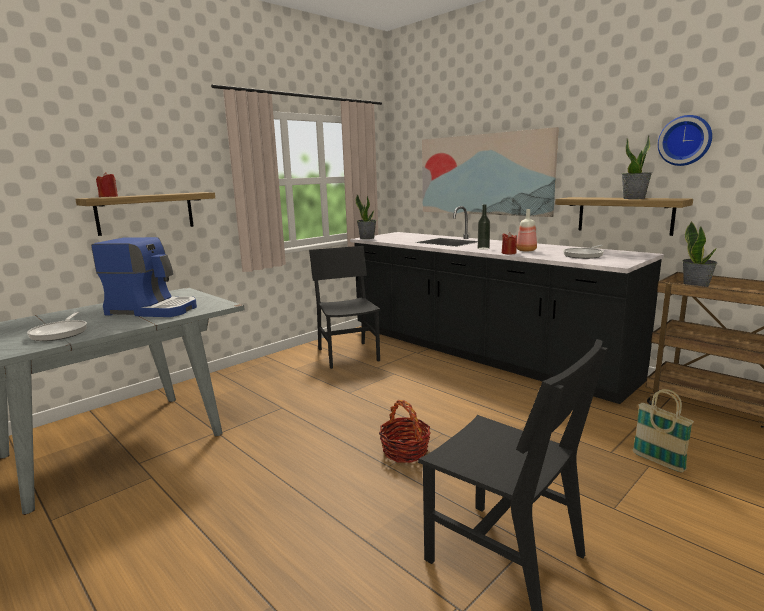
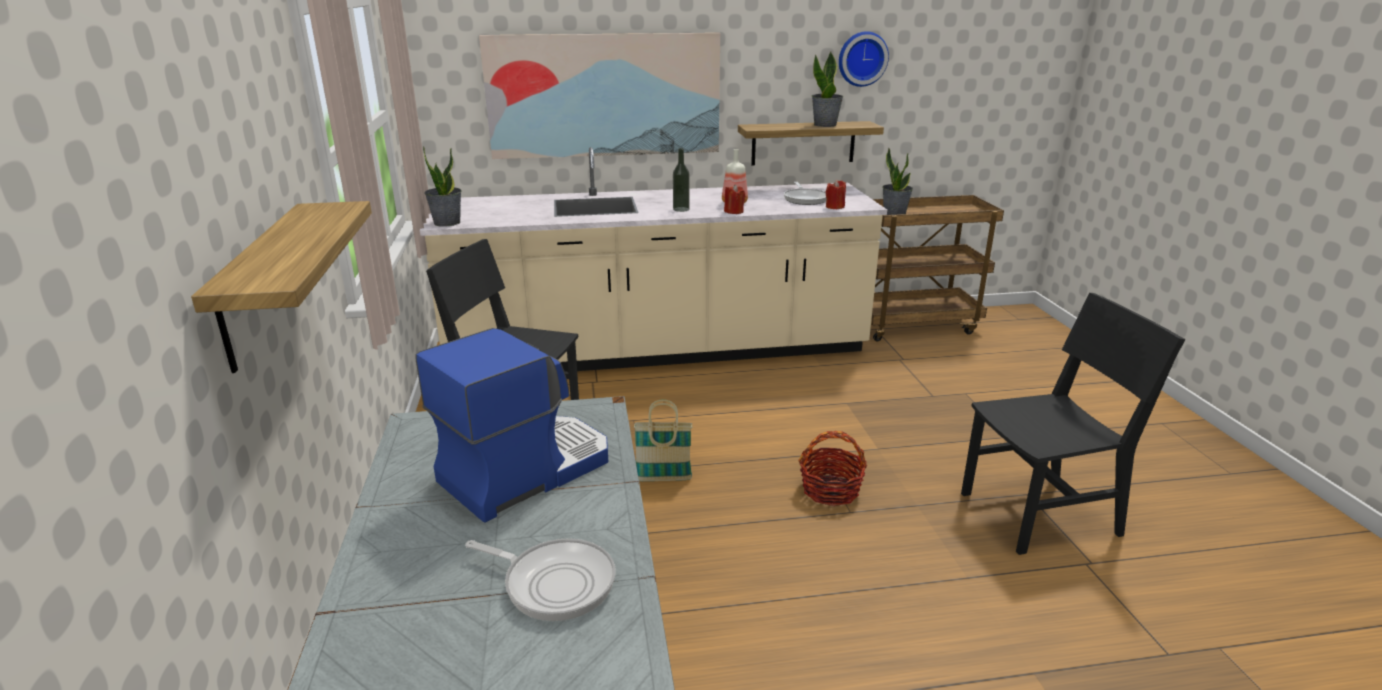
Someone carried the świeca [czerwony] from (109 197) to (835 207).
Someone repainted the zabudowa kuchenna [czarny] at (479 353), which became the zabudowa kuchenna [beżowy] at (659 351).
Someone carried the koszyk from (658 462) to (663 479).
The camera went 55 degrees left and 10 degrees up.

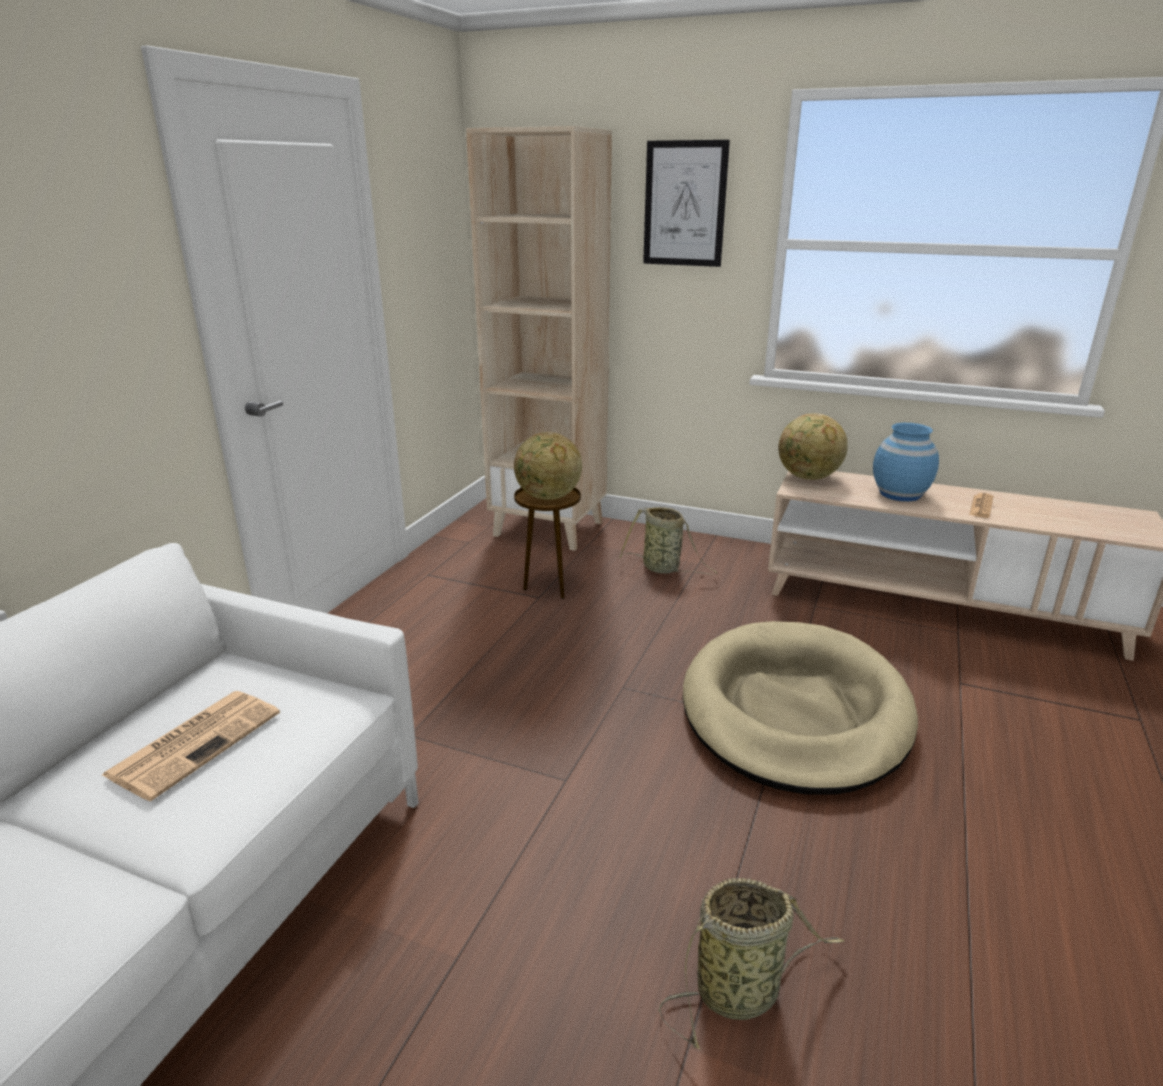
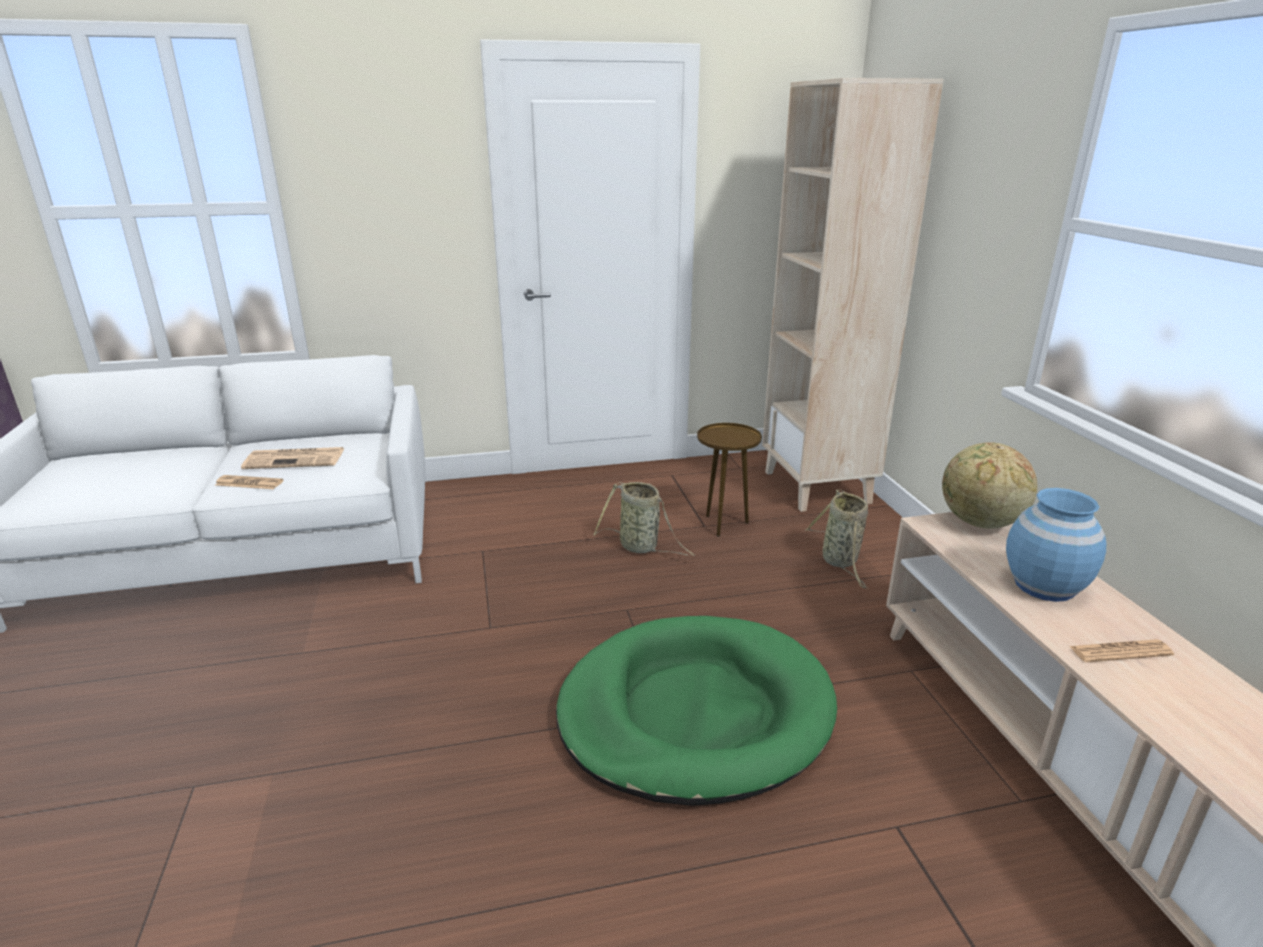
Someone took away the obraz at (684 204).
Someone took away the globus at (548 497).
Someone repainted the legowisko [beżowy] at (794 712), which became the legowisko [zielony] at (694 713).
Someone carried the koszyk from (742 991) to (641 547).
Someone put down the gazeta at (249 483).
The camera went 55 degrees right and 0 degrees up.

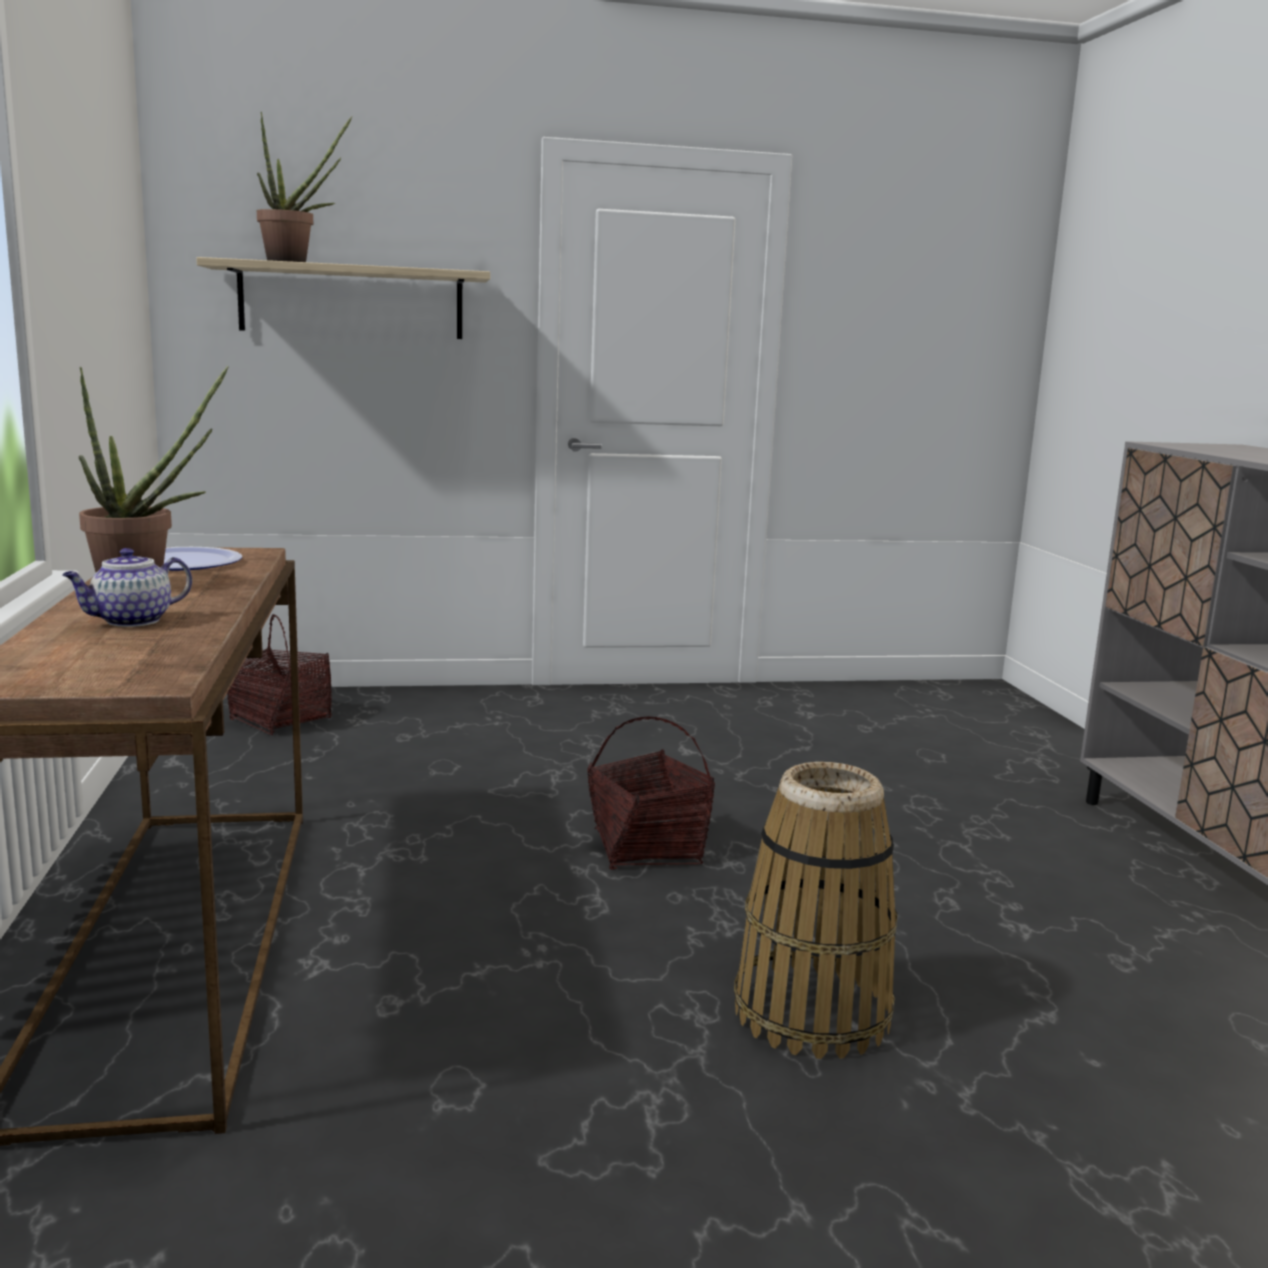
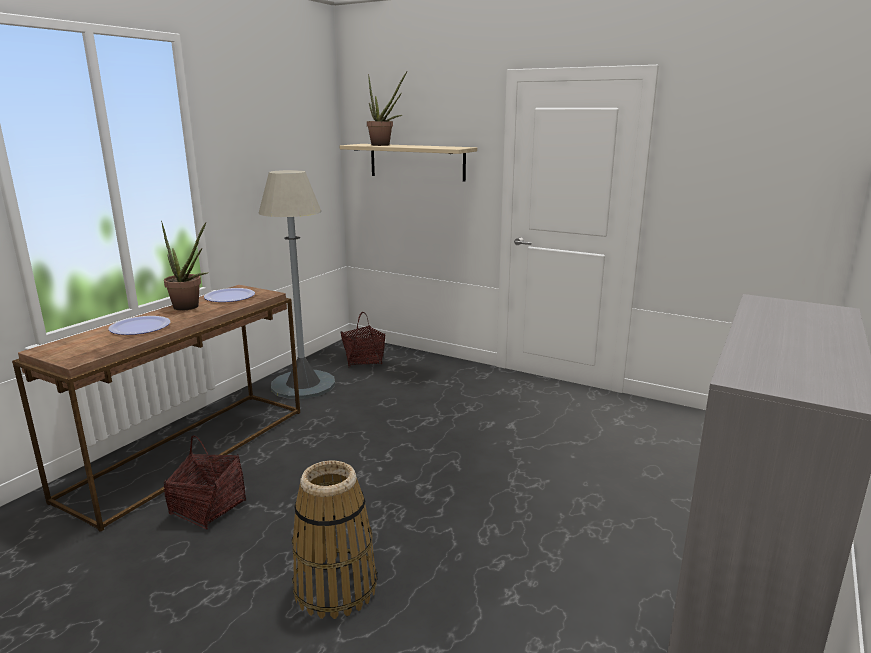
Someone swapped the imbryk at (131 621) for the talerz at (140 327).
Someone carried the koszyk from (646 848) to (208 507).
Someone put down the lampa stojąca [szary] at (303 385).
The camera went 40 degrees right and 5 degrees up.

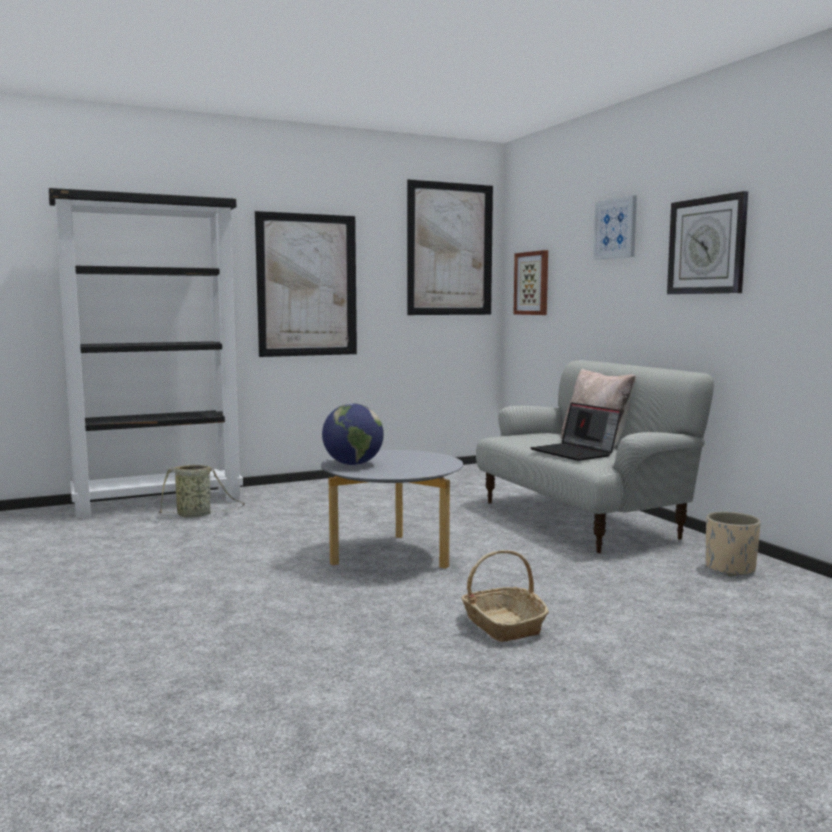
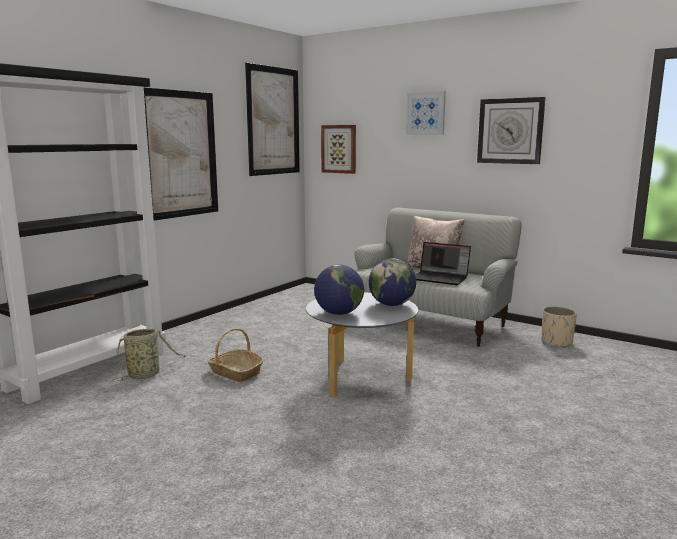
Someone carried the koszyk from (502 624) to (235 372).
Someone put down the globus at (391 304).
The camera went 30 degrees left and 5 degrees up.

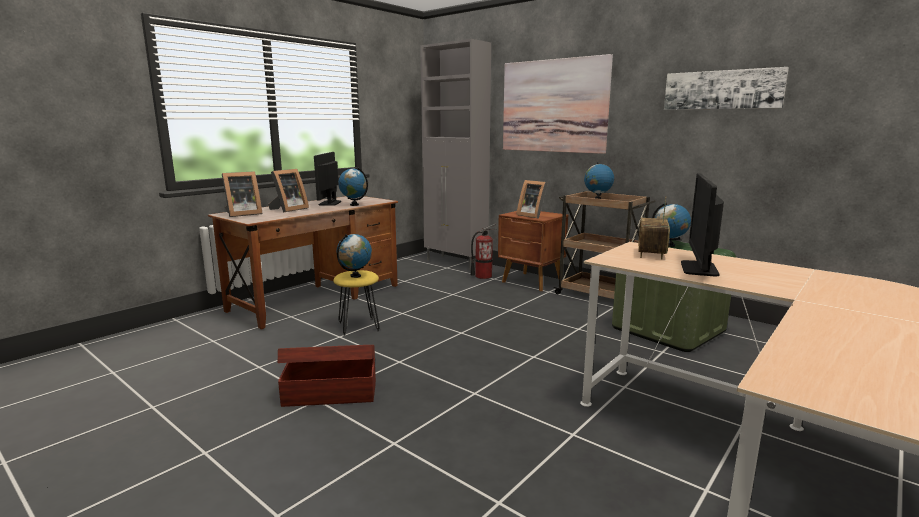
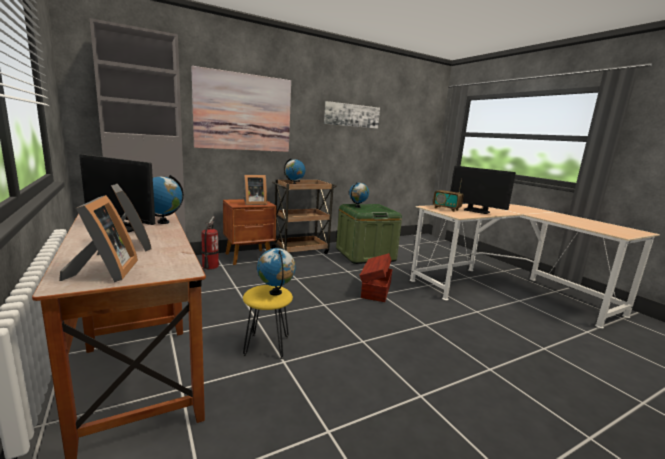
Someone carried the pojemnik do przechowywania [brązowy] from (329 393) to (375 290).
The camera went 70 degrees left and 0 degrees up.

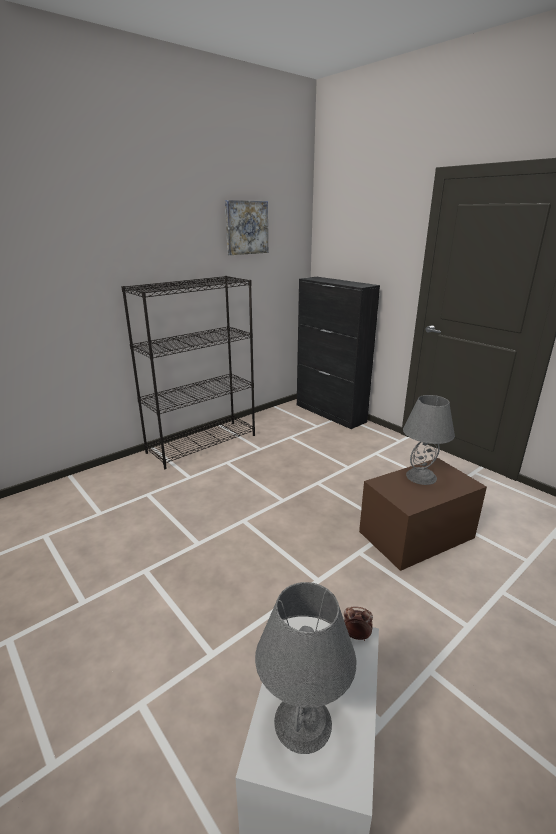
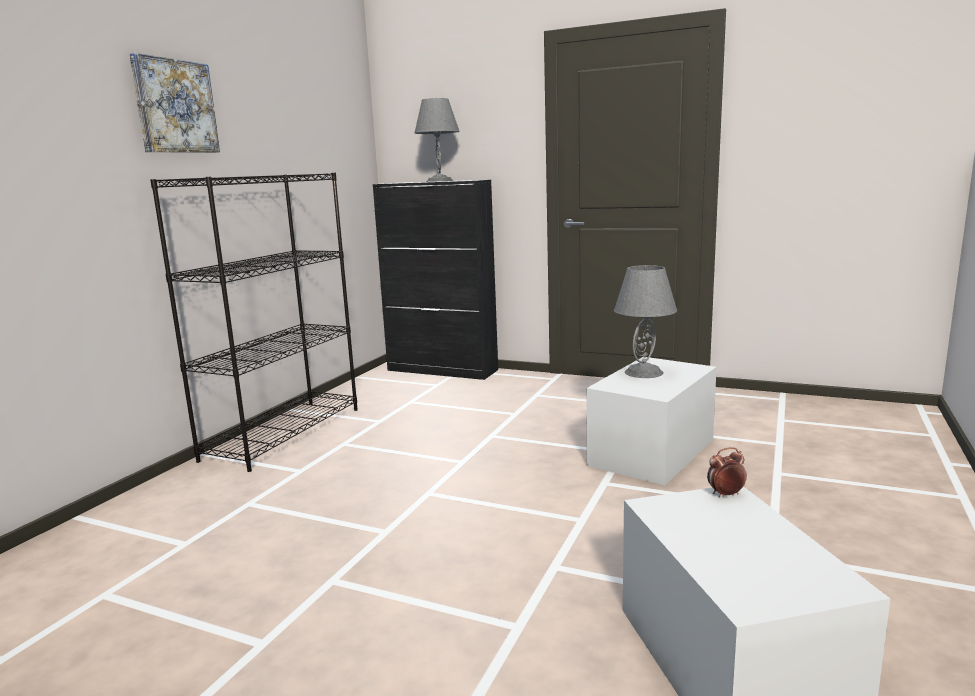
Someone carried the obraz from (246 227) to (174 106).
Someone repainted the pojemnik do przechowywania [brązowy] at (416 534), which became the pojemnik do przechowywania [biały] at (652 452).
Someone carried the lampa stołowa [szary] from (302 721) to (439 181).
The camera went 25 degrees left and 10 degrees down.

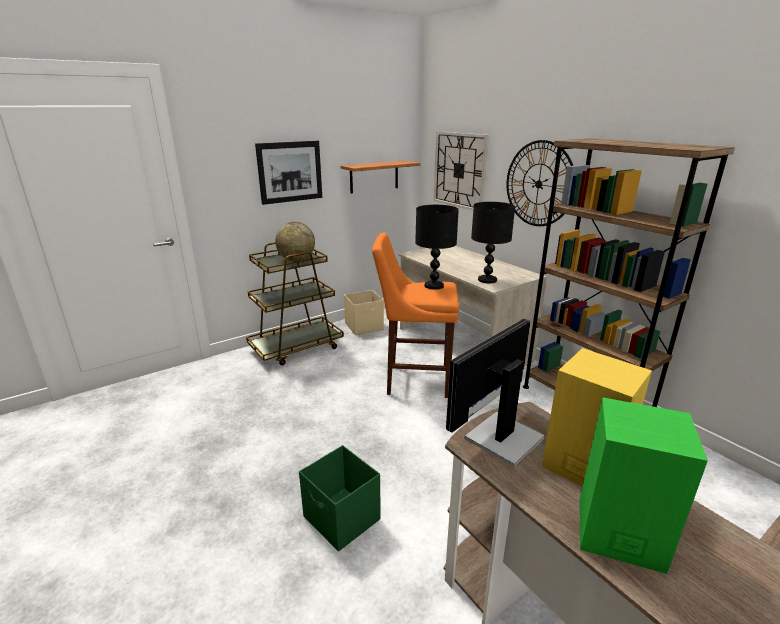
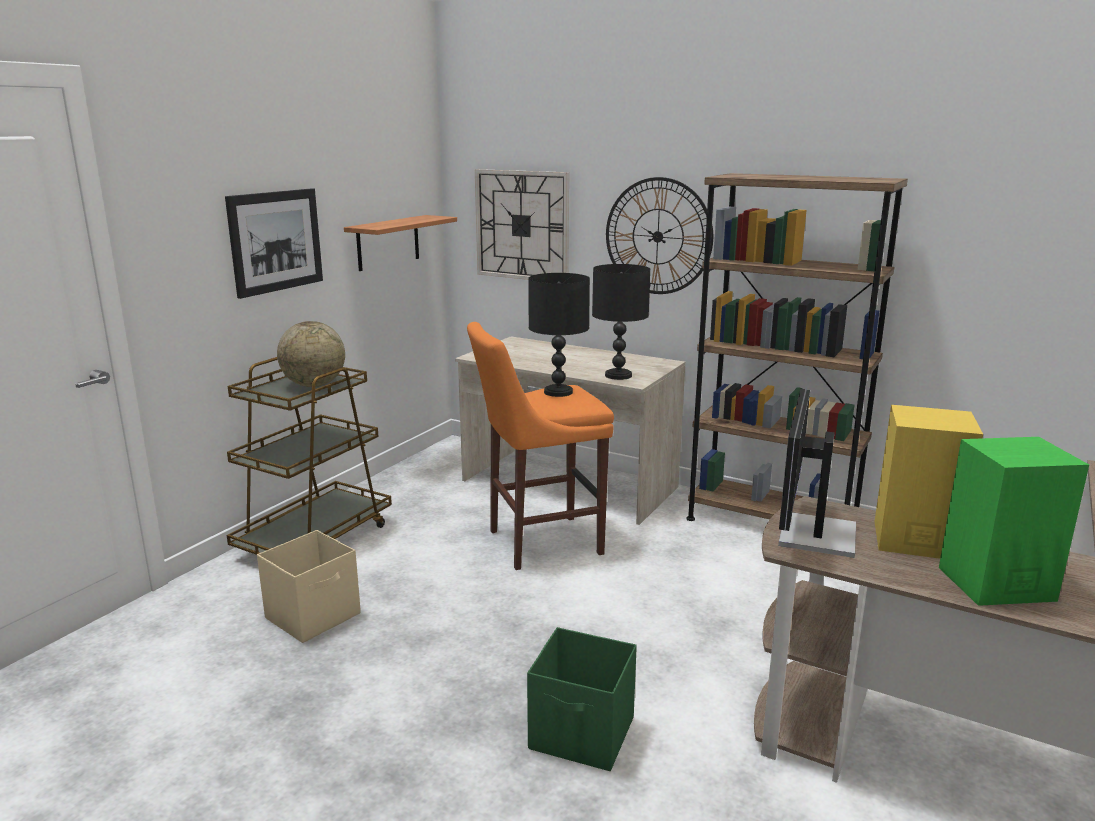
Someone carried the pojemnik do przechowywania [beżowy] from (364 326) to (314 616).
The camera went 25 degrees left and 5 degrees down.

